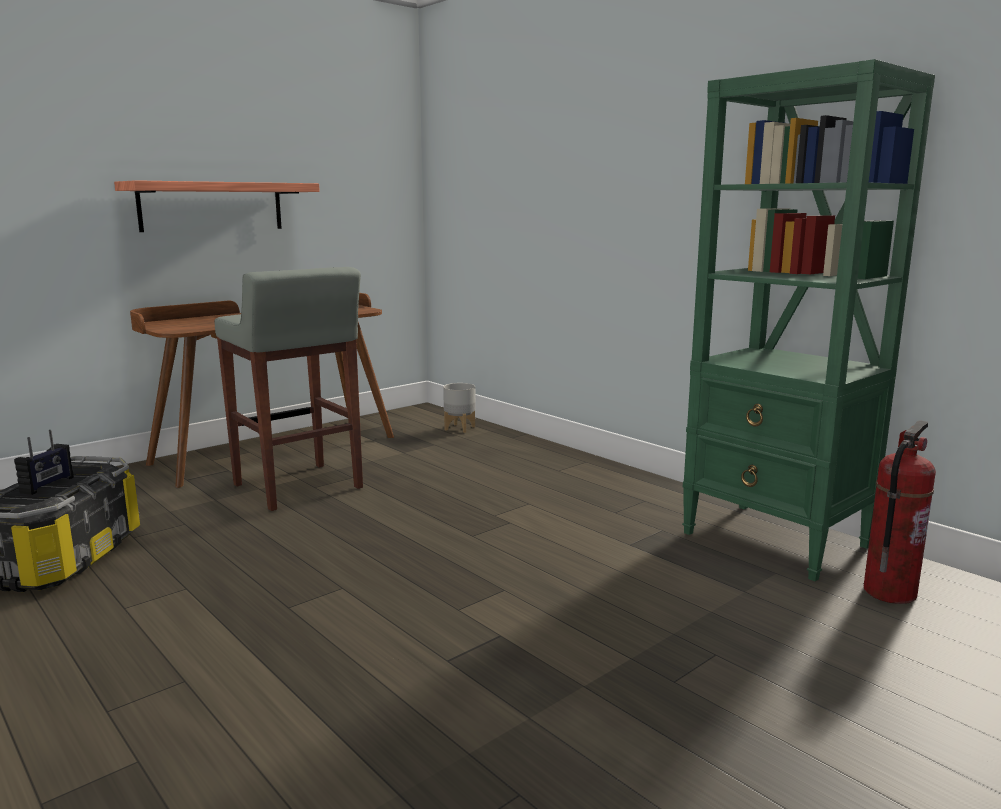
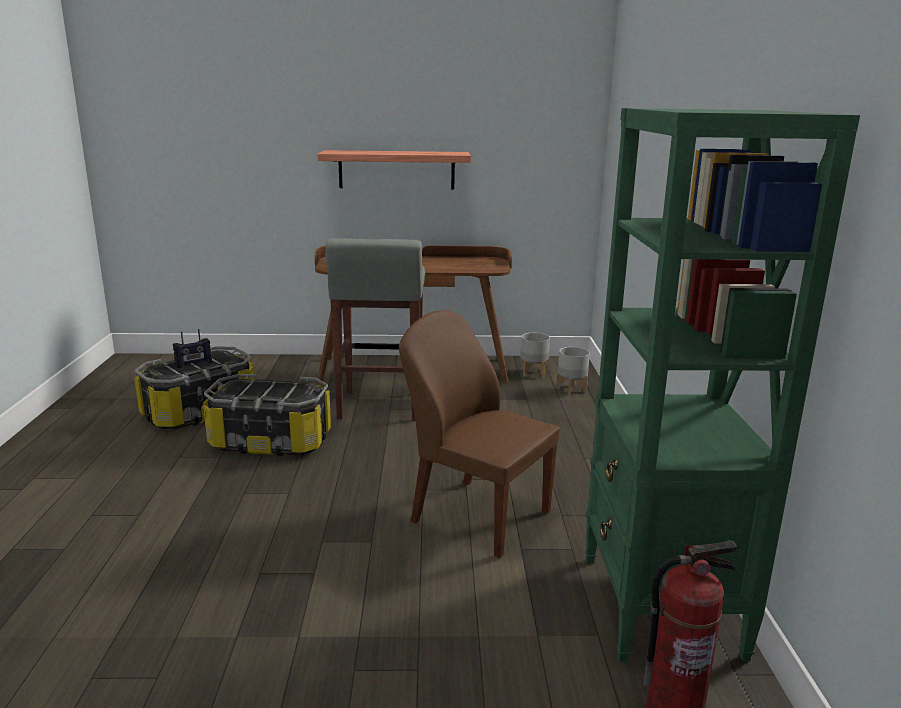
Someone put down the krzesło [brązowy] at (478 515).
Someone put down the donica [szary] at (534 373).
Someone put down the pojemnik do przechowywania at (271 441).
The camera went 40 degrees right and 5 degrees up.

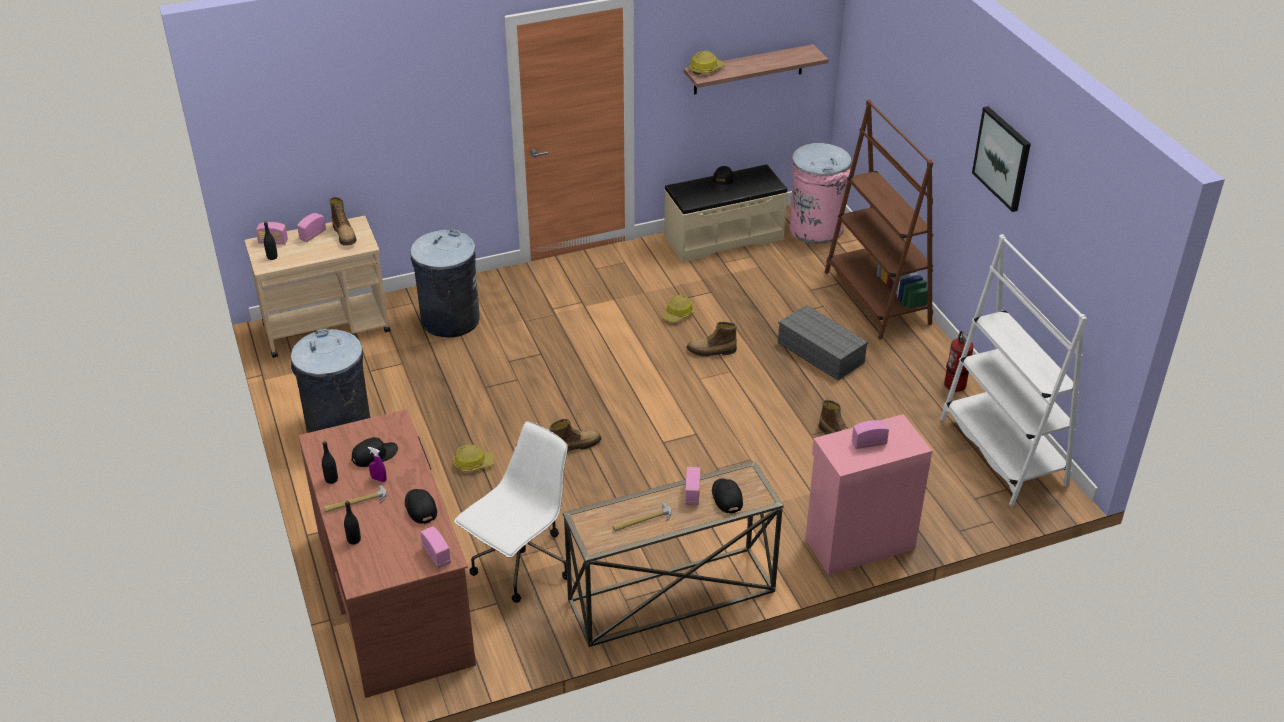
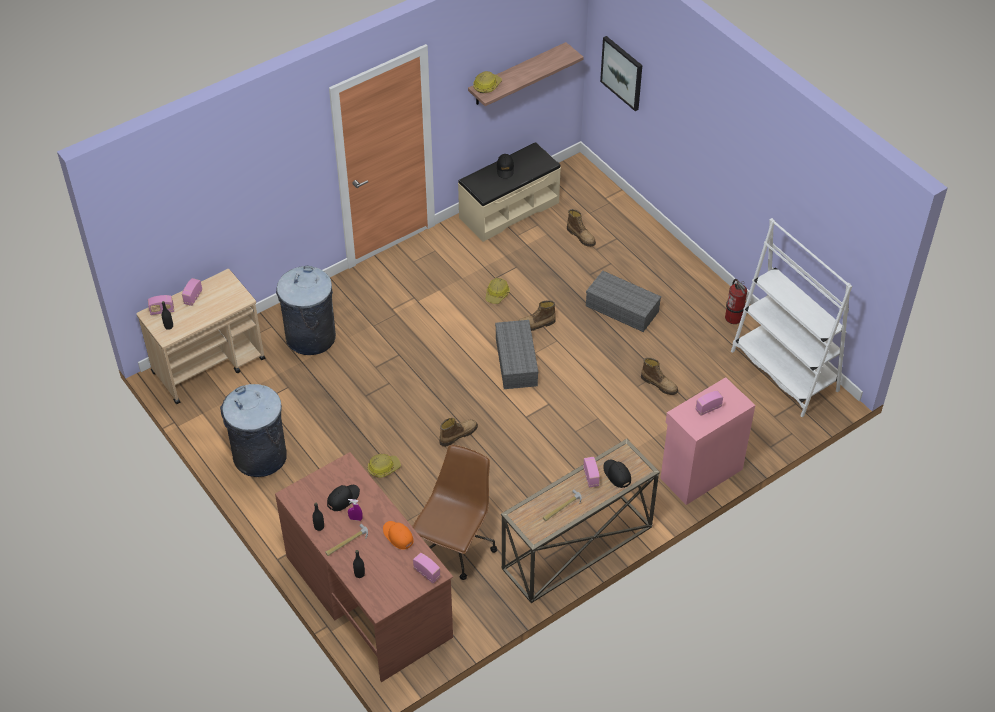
Someone took away the regał [brązowy] at (877 298).
Someone carried the obraz from (1002 158) to (622 72).
Someone took away the kosz na śmieci [różowy] at (816 228).
Someone carried the but z cholewką from (345 235) to (581 236).
Someone repainted the krzesło biurowe [biały] at (521 565), which became the krzesło biurowe [brązowy] at (455 548).
Someone repainted the czapka z daszkiem [czarny] at (420 508), which became the czapka z daszkiem [pomarańczowy] at (398 536).
Someone put down the pojemnik do przechowywania [szary] at (517 362).
The camera went 15 degrees left and 10 degrees up.

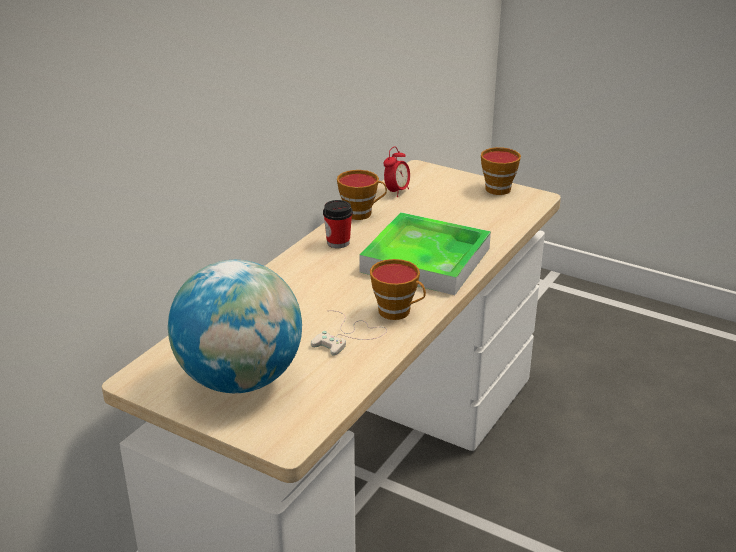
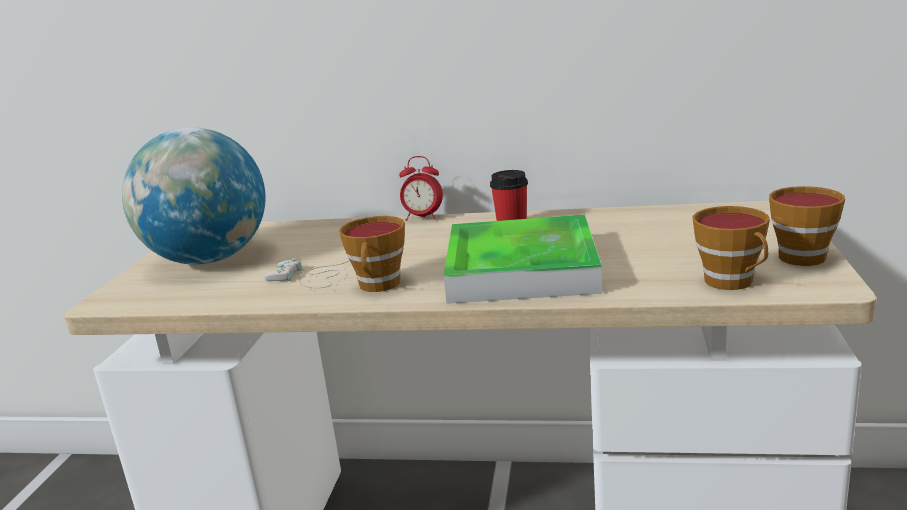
Someone carried the budzik from (396 192) to (423 218).
Someone carried the filiżanka from (361 213) to (733 282).
The camera went 70 degrees right and 10 degrees down.

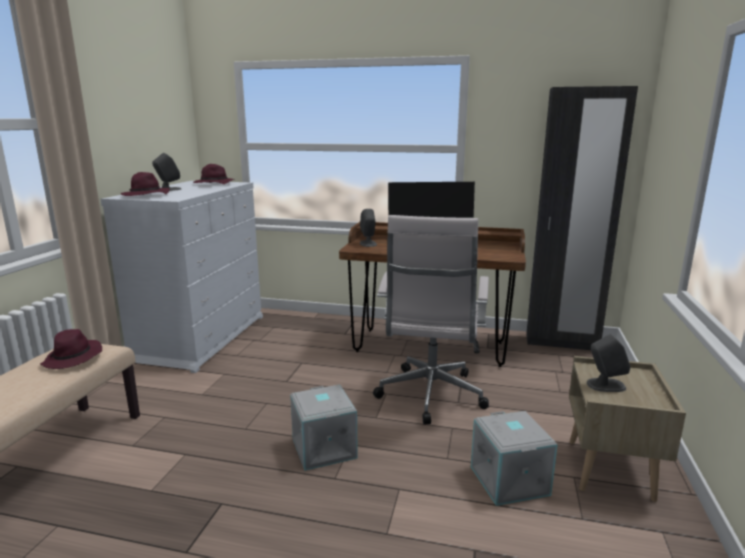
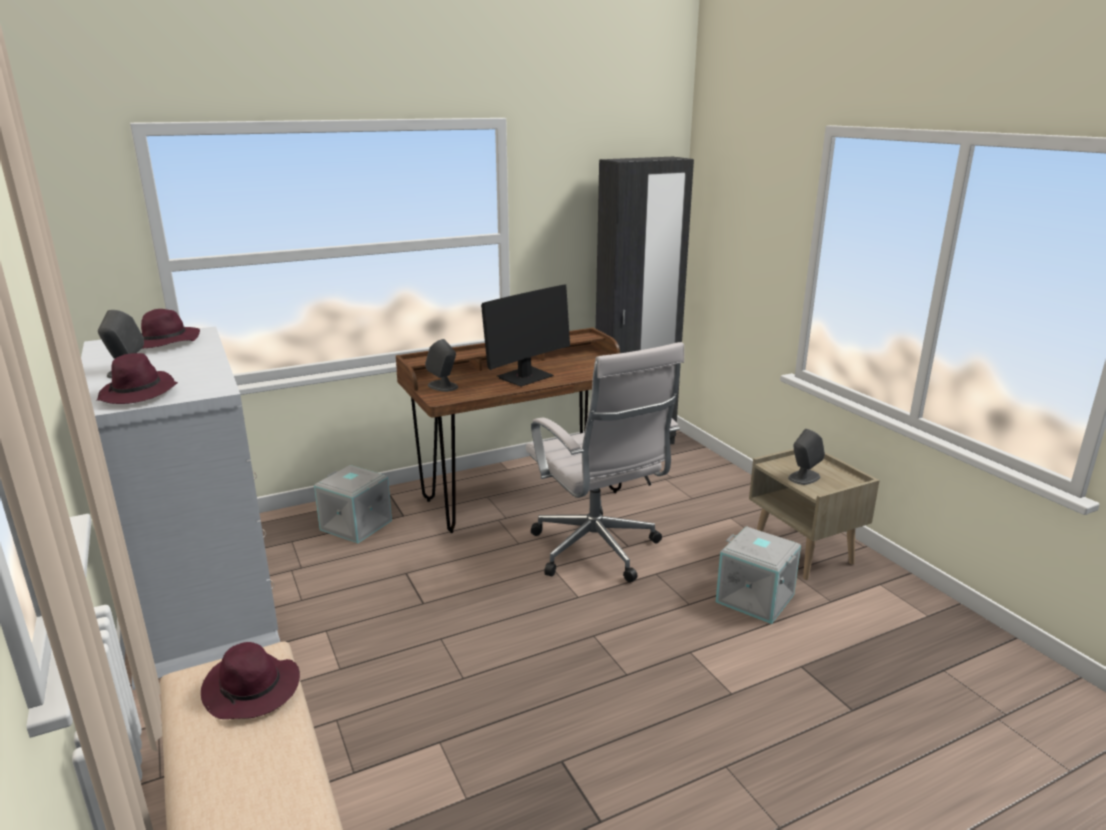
Someone carried the pojemnik do przechowywania [szary] from (322 448) to (355 525).
The camera went 40 degrees left and 5 degrees up.

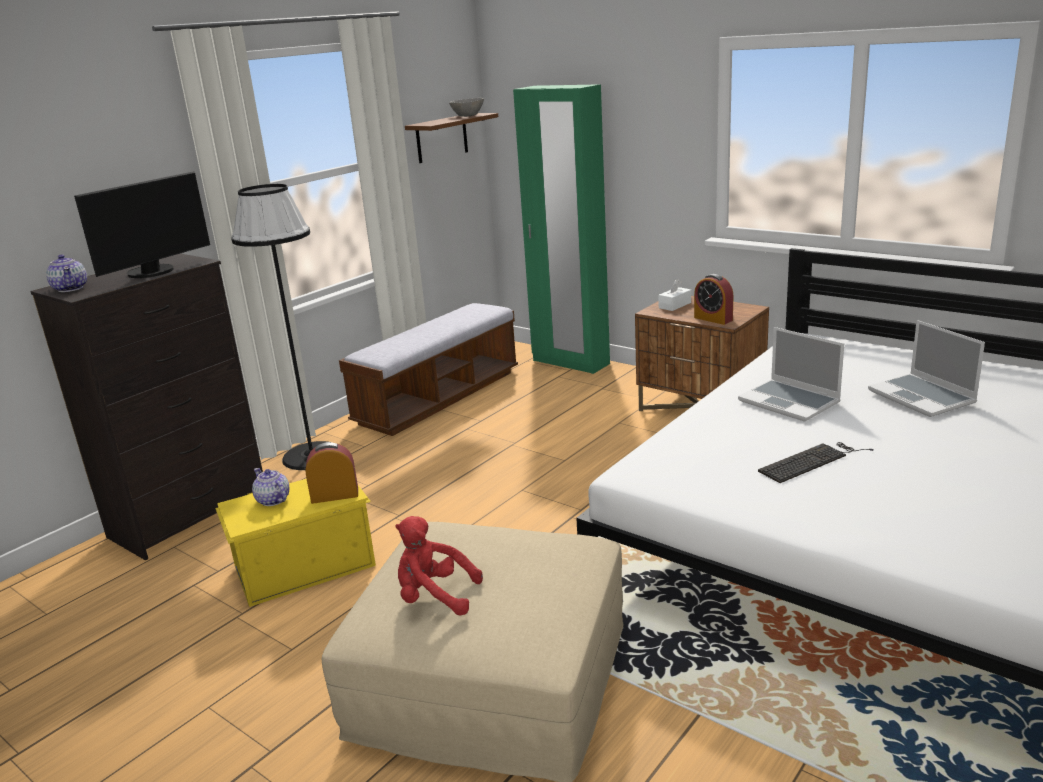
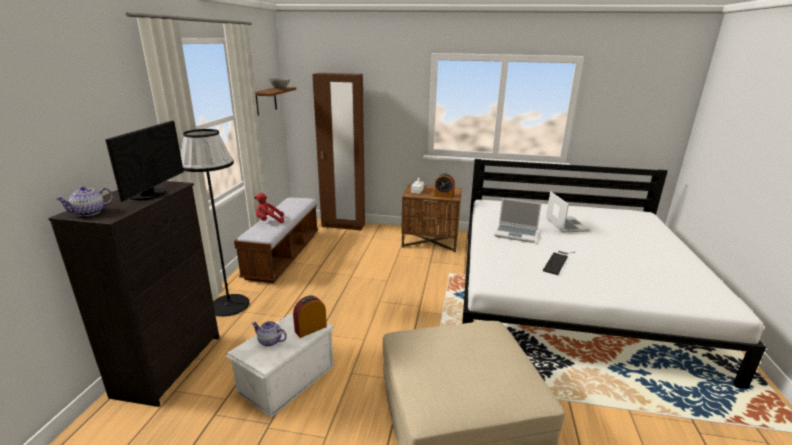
Someone repainted the szafa [zielony] at (570 362), which became the szafa [brązowy] at (343 225).
Someone rotated the imbryk at (71 288) by 105 degrees clockwise.
Someone rotated the laptop at (923 397) by 135 degrees counterclockwise.
Someone repainted the pojemnik do przechowywania [żółty] at (303 565), which became the pojemnik do przechowywania [biały] at (285 379).
Someone carried the pluszak [czerwony] from (434 597) to (269 221).
The camera went 30 degrees left and 0 degrees up.

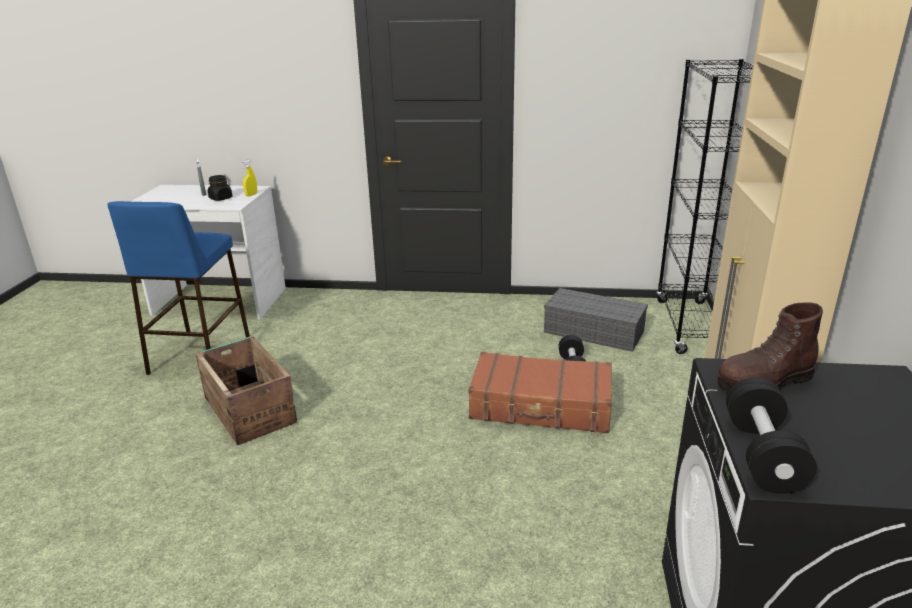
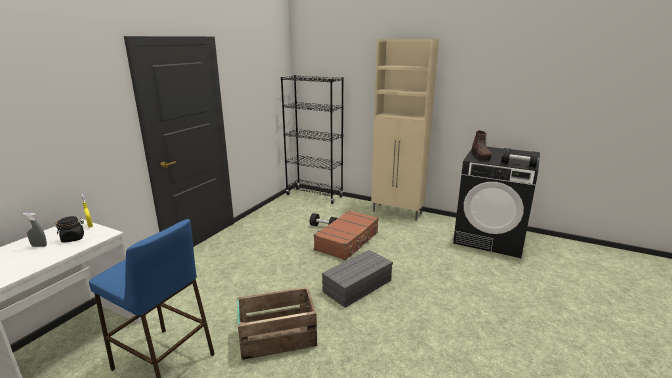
Someone carried the pojemnik do przechowywania [szary] from (595 331) to (357 285).
The camera went 70 degrees left and 5 degrees down.

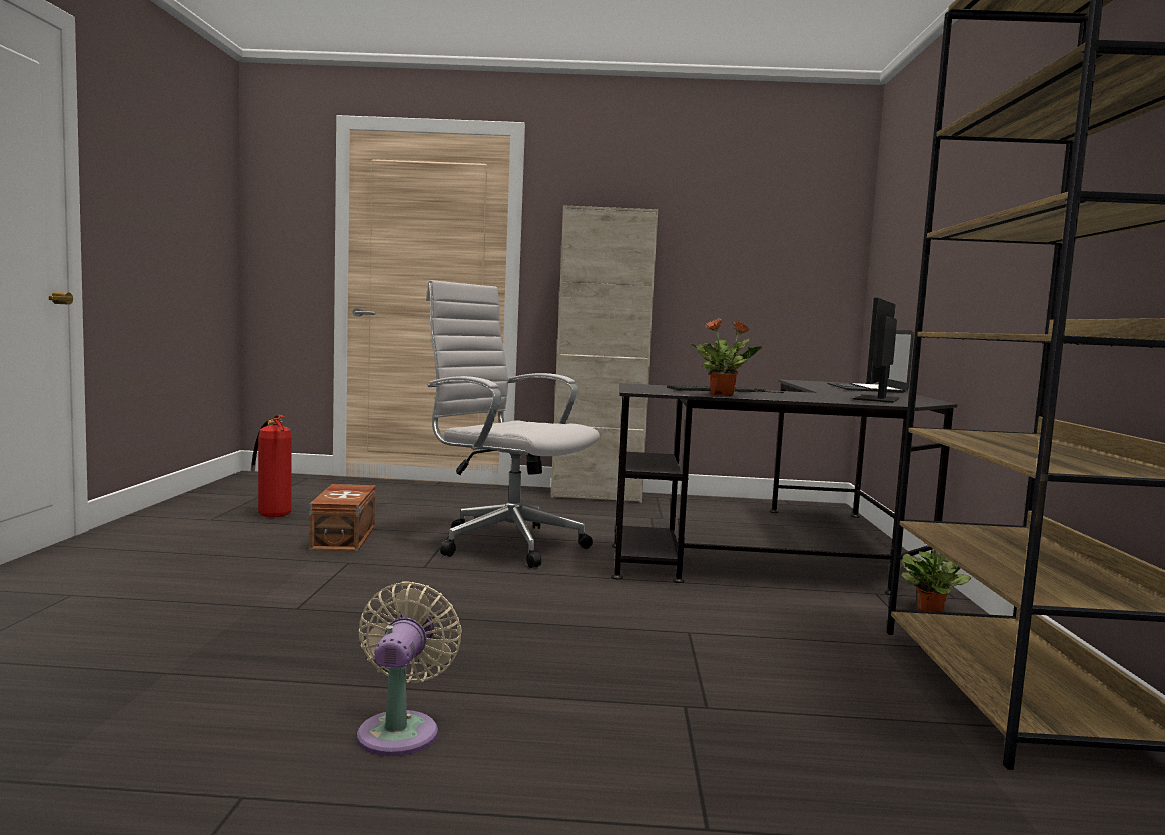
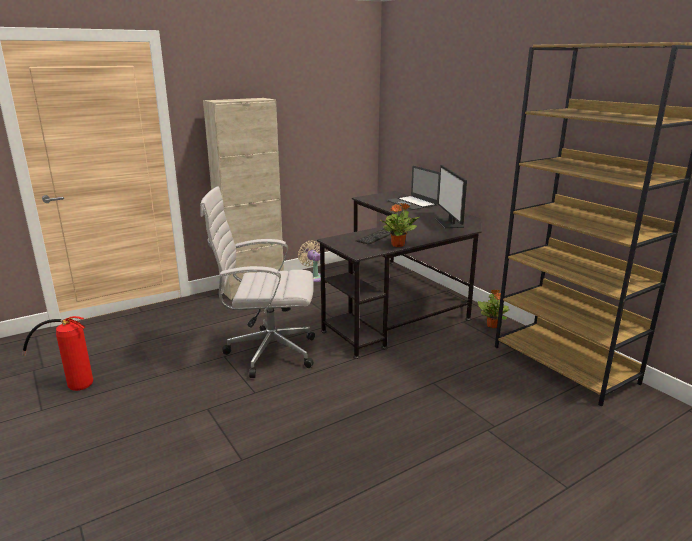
Someone took away the pojemnik do przechowywania [brązowy] at (345 537).
Someone carried the wentylator [beżowy] from (401 730) to (313 277).
The camera went 35 degrees left and 15 degrees up.

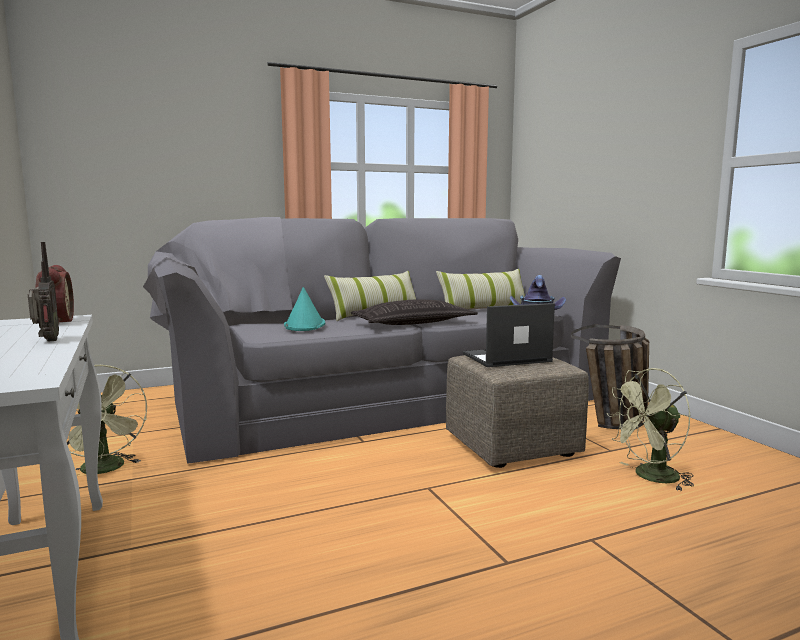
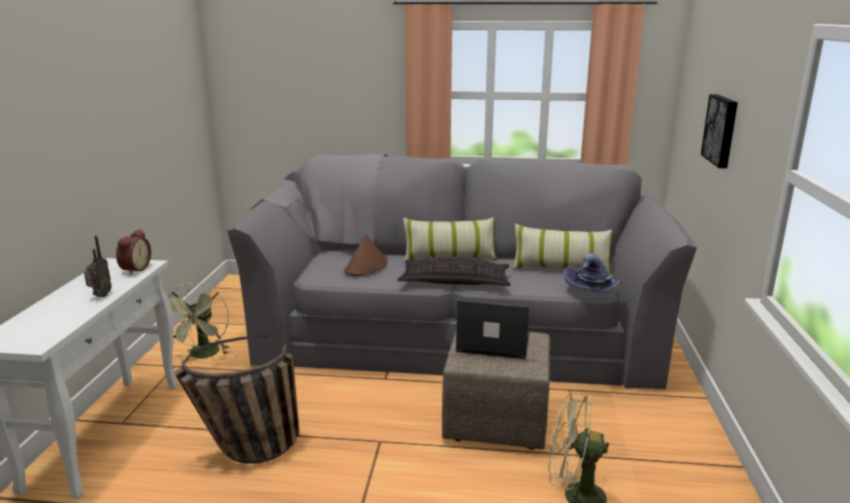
Someone repainted the kapelusz [turkusowy] at (304 325), which became the kapelusz [brązowy] at (366 266).
Someone carried the koszyk from (614 424) to (244 452).
Someone put up the obraz at (722 130).
The camera went 30 degrees right and 10 degrees up.

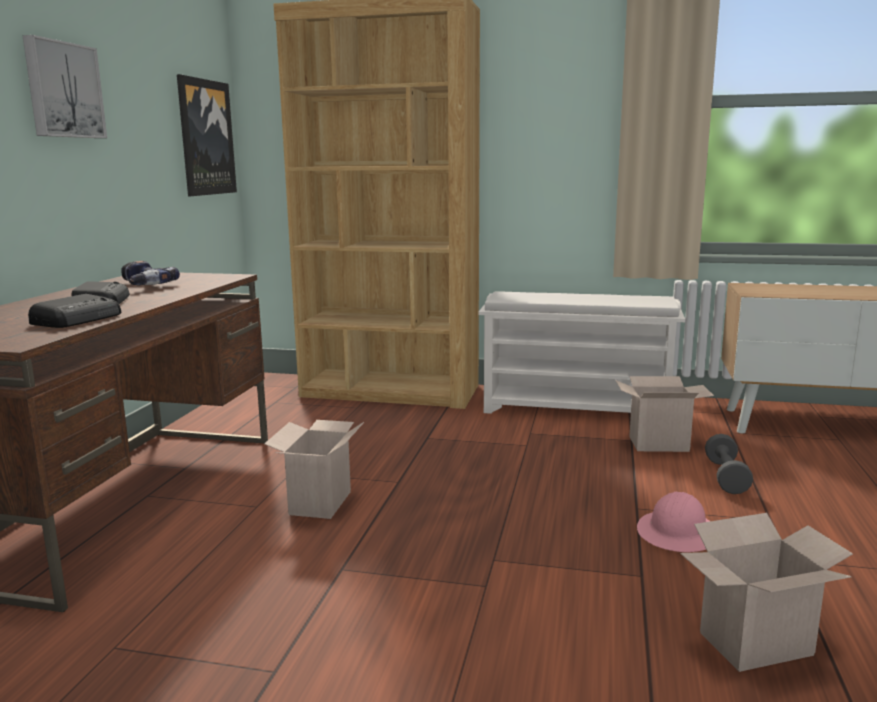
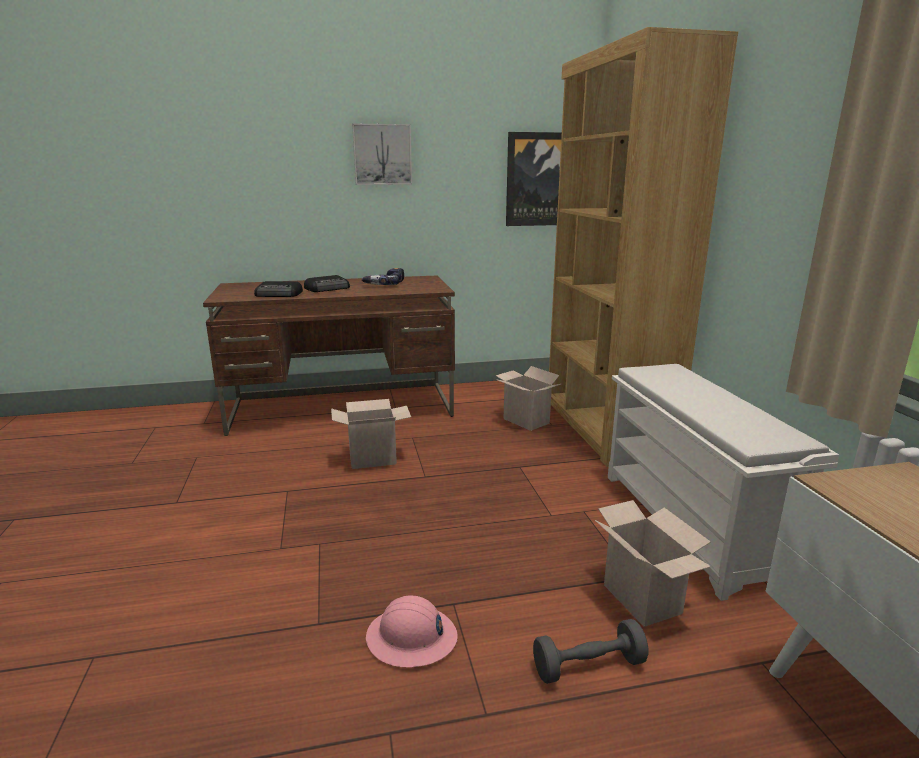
Someone carried the karton from (755 646) to (524 421).
The camera went 65 degrees right and 5 degrees up.

